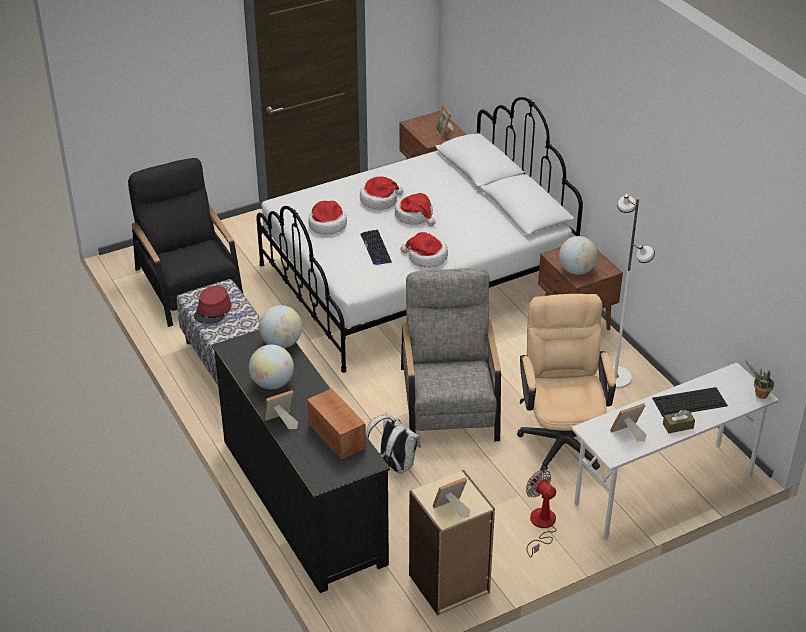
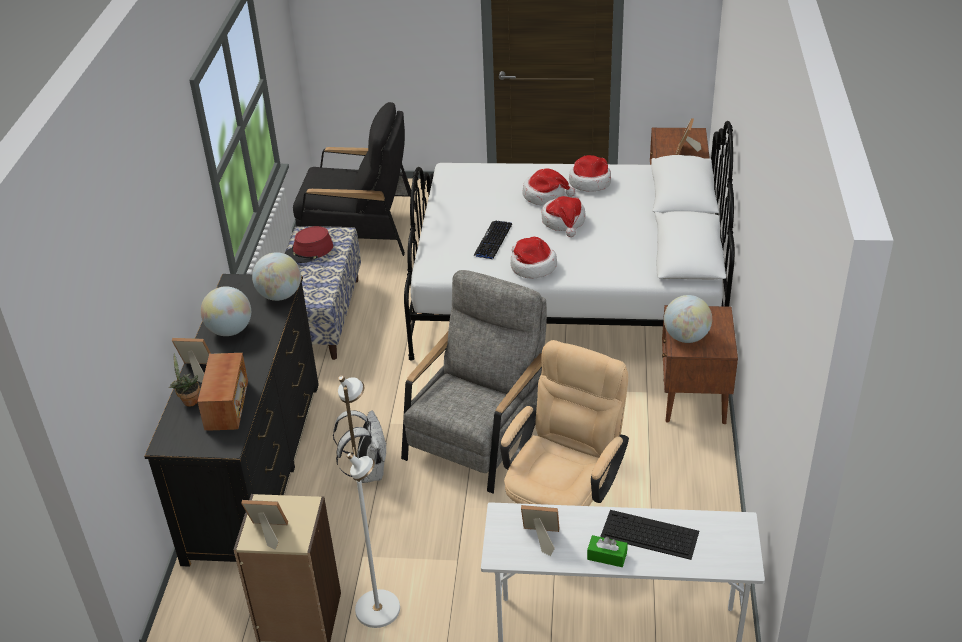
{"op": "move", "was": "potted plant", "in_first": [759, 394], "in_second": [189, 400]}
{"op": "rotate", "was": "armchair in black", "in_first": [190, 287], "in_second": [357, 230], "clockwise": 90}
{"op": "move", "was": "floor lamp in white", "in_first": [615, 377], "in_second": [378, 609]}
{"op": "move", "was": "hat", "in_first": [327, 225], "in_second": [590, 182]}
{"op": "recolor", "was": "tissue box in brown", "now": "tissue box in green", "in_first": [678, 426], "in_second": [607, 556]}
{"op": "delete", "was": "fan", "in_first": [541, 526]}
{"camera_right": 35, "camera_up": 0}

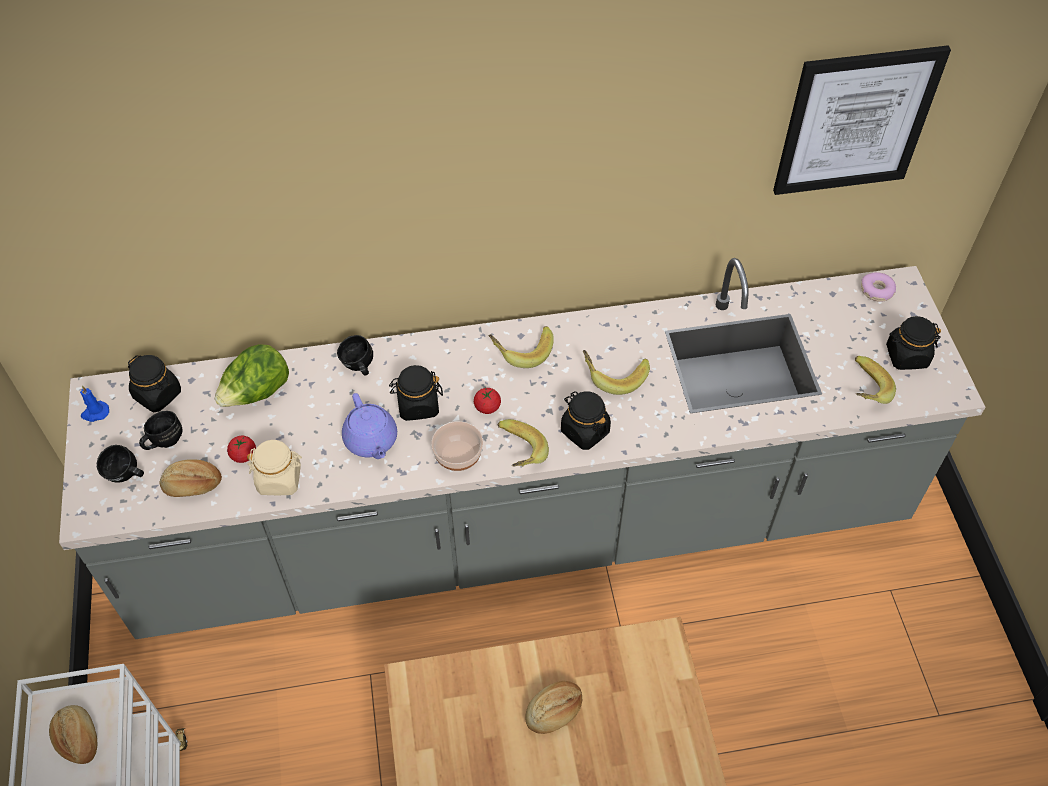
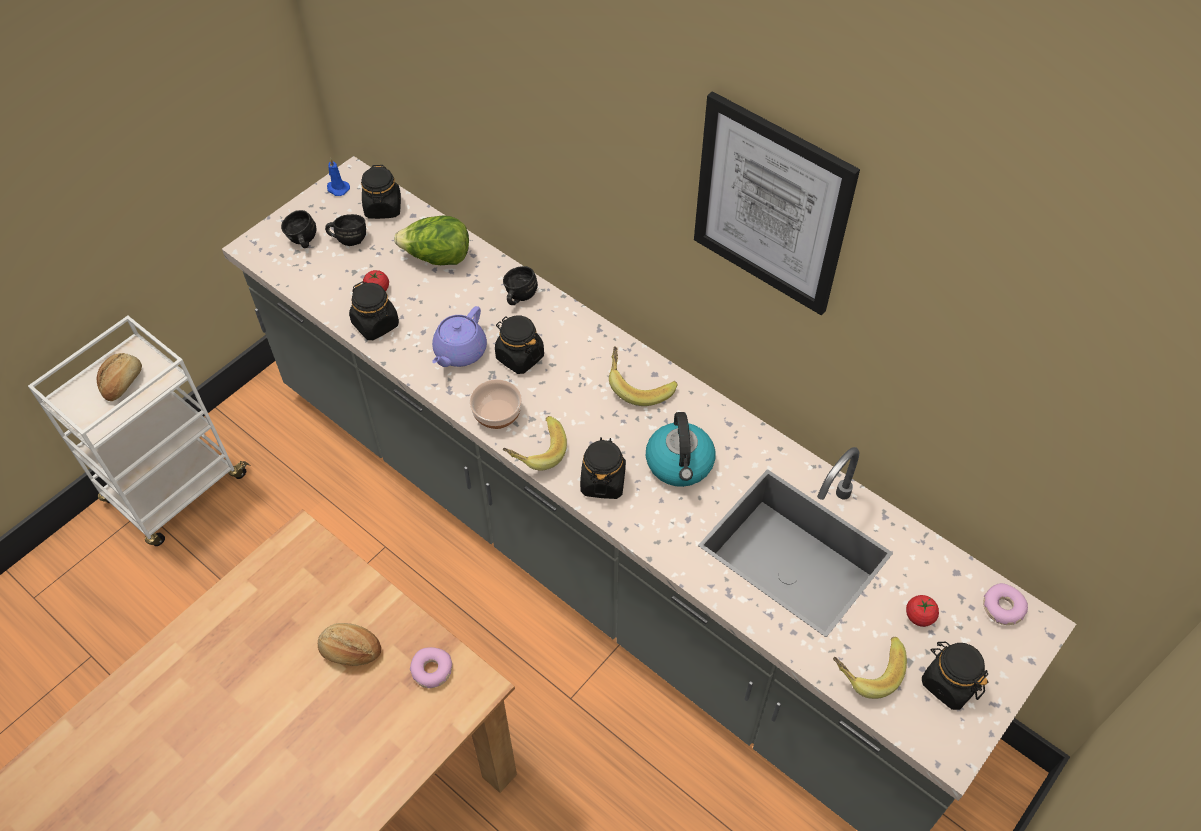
{"op": "recolor", "was": "jar in beige", "now": "jar in black", "in_first": [280, 479], "in_second": [376, 324]}
{"op": "insert", "now": "donut", "in_second": [432, 671]}
{"op": "replace", "was": "banana", "now": "kettle", "in_first": [613, 375], "in_second": [680, 464]}
{"op": "move", "was": "picture", "in_first": [856, 121], "in_second": [771, 205]}
{"op": "move", "was": "tomato", "in_first": [487, 407], "in_second": [919, 616]}
{"op": "delete", "was": "bread", "in_first": [192, 486]}
{"camera_right": 50, "camera_up": 0}

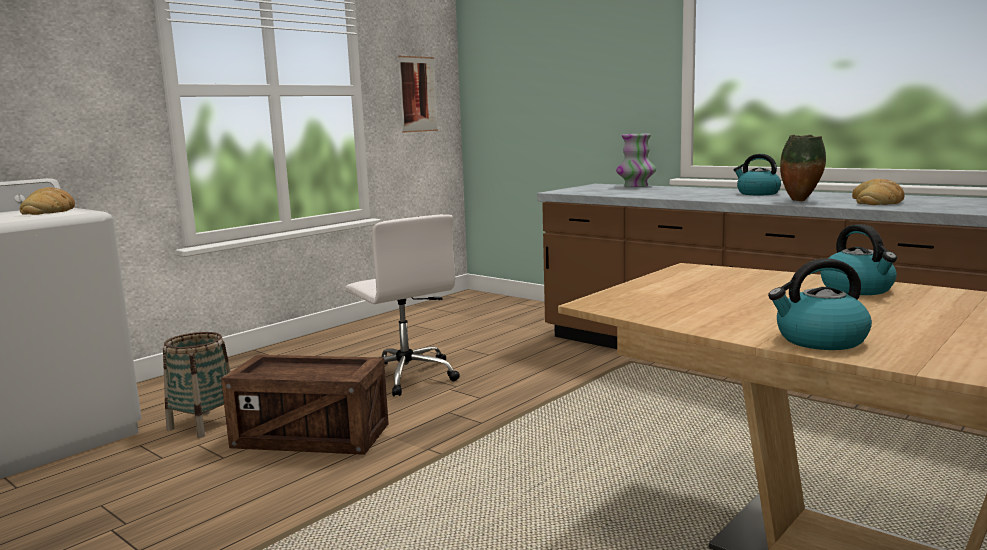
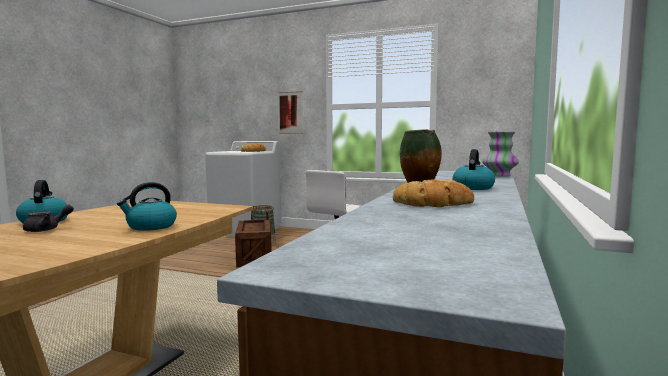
{"op": "insert", "now": "teapot in grey", "in_second": [47, 229]}
{"op": "move", "was": "picture", "in_first": [417, 94], "in_second": [290, 112]}
{"camera_right": 70, "camera_up": -5}

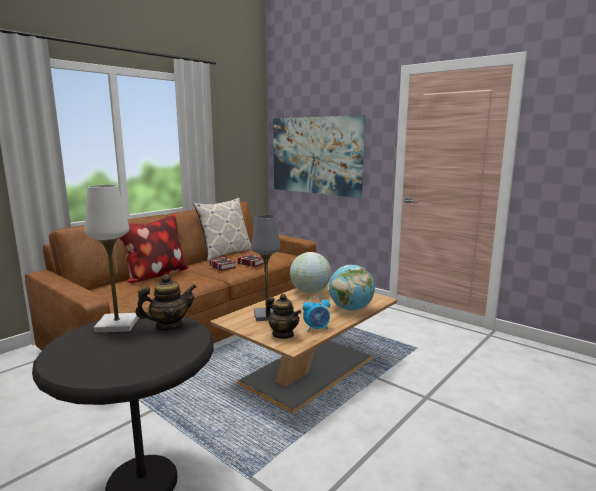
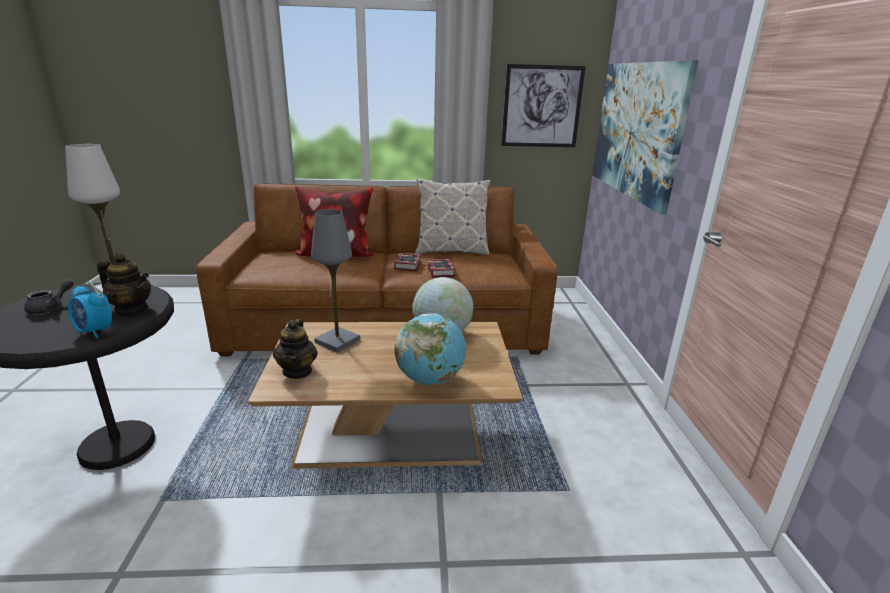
{"op": "insert", "now": "teapot in grey", "in_second": [51, 308]}
{"op": "move", "was": "alarm clock", "in_first": [317, 329], "in_second": [95, 332]}
{"op": "insert", "now": "picture", "in_second": [542, 106]}
{"camera_right": 45, "camera_up": 10}

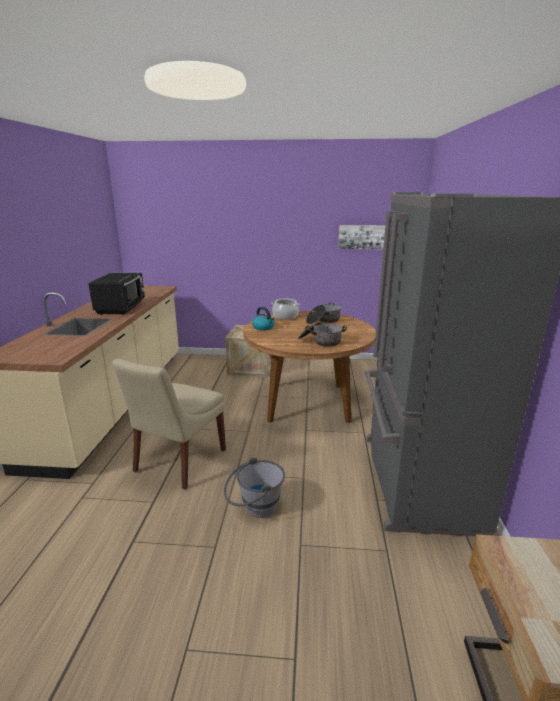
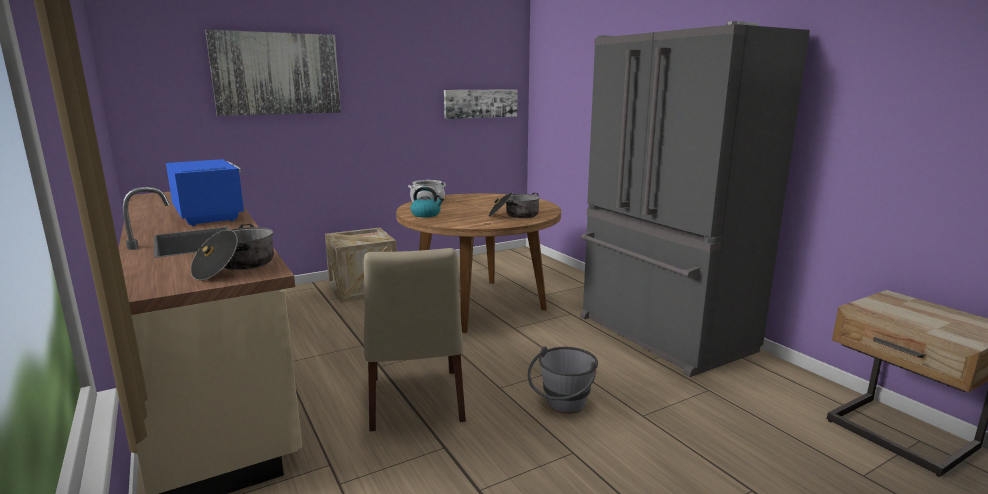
{"op": "recolor", "was": "microwave in black", "now": "microwave in blue", "in_first": [122, 308], "in_second": [209, 215]}
{"op": "move", "was": "cooking pot", "in_first": [323, 321], "in_second": [236, 267]}
{"op": "insert", "now": "picture", "in_second": [277, 74]}
{"camera_right": -35, "camera_up": -5}

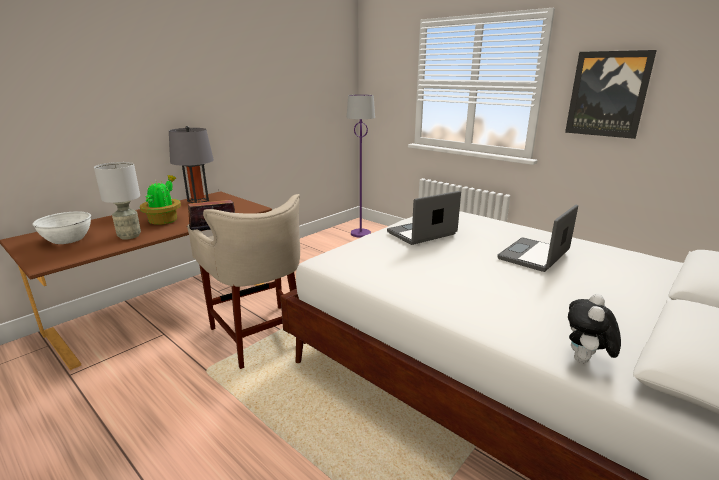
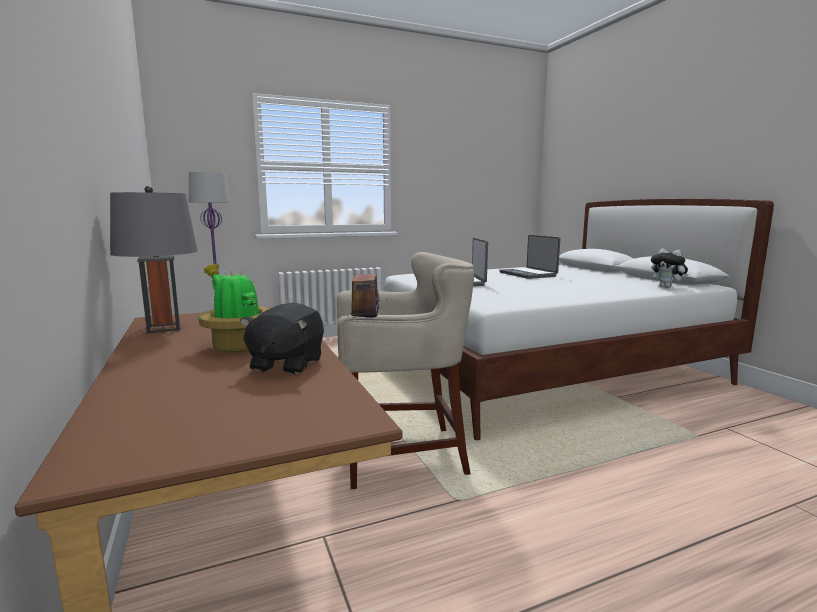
{"op": "replace", "was": "table lamp in grey", "now": "plush toy in black", "in_first": [129, 236], "in_second": [286, 364]}
{"op": "delete", "was": "bowl in white", "in_first": [68, 239]}
{"op": "delete", "was": "picture", "in_first": [607, 94]}
{"camera_right": -65, "camera_up": -10}

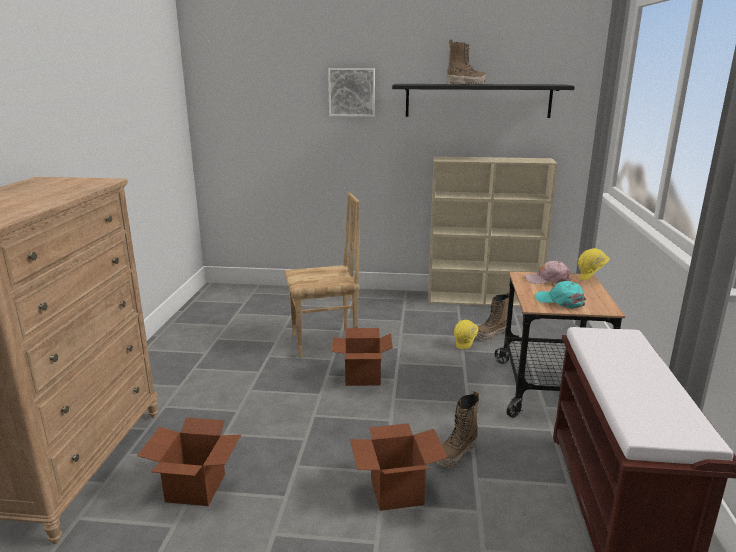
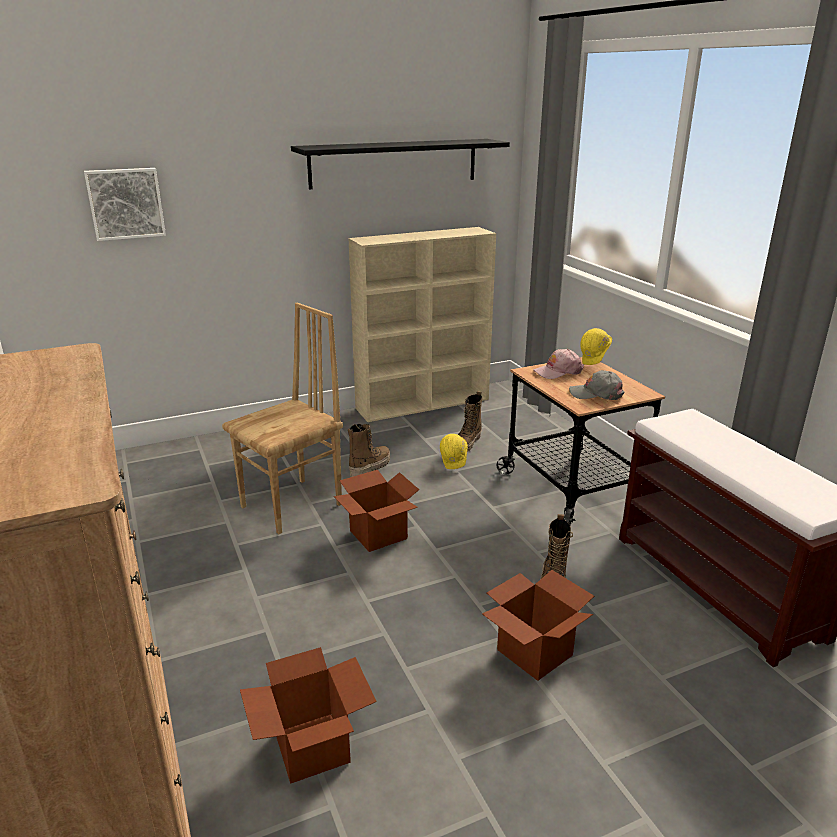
{"op": "move", "was": "picture", "in_first": [352, 92], "in_second": [125, 203]}
{"op": "move", "was": "boot", "in_first": [466, 84], "in_second": [369, 467]}
{"op": "recolor", "was": "cap in turquoise", "now": "cap in grey", "in_first": [560, 301], "in_second": [596, 393]}
{"camera_right": -30, "camera_up": 5}

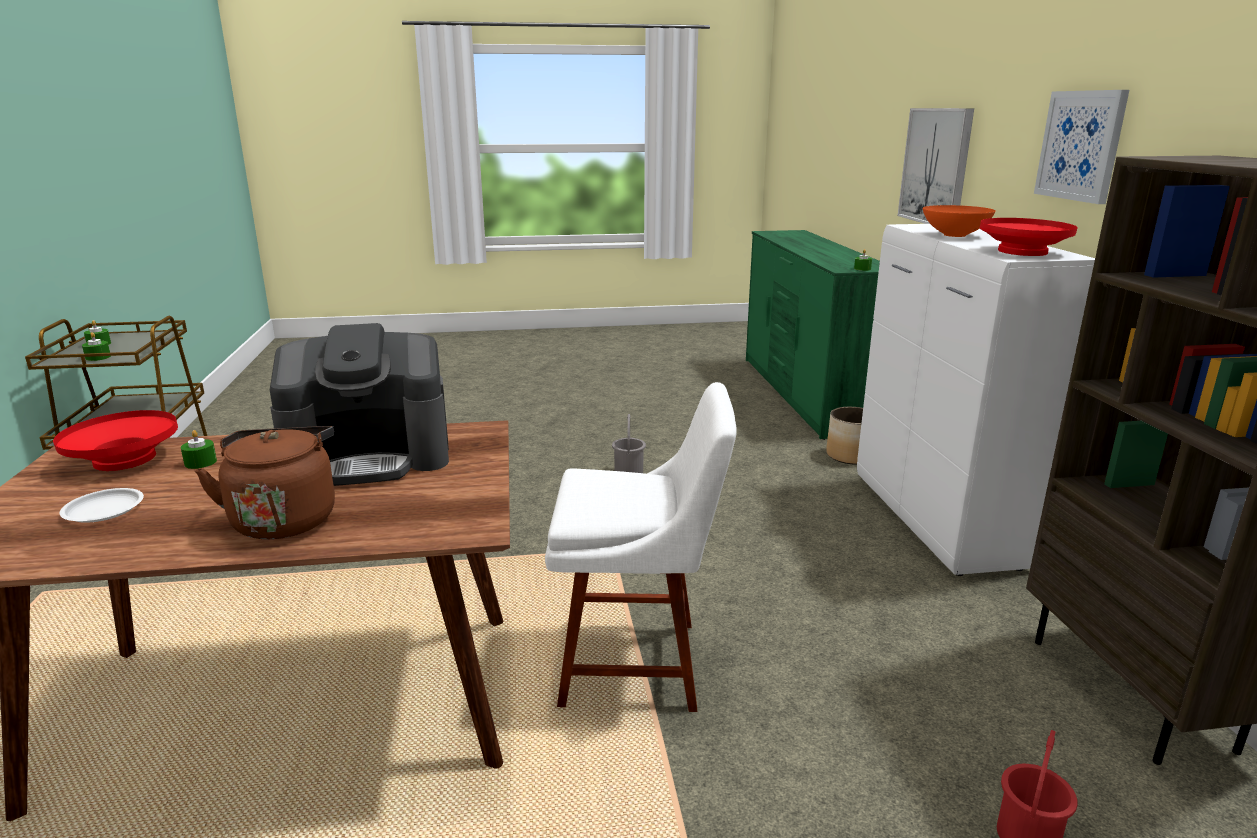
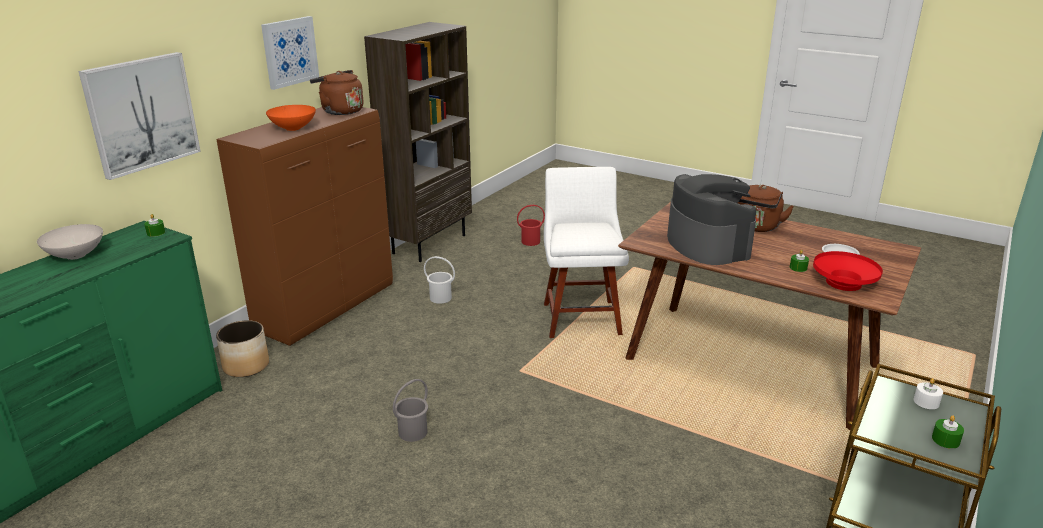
{"op": "insert", "now": "bowl in white", "in_second": [76, 256]}
{"op": "recolor", "was": "cabinet in white", "now": "cabinet in brown", "in_first": [936, 521], "in_second": [327, 308]}
{"op": "replace", "was": "bowl in red", "now": "kettle in brown", "in_first": [1023, 252], "in_second": [340, 111]}
{"op": "insert", "now": "bucket in white", "in_second": [440, 298]}
{"op": "rotate", "was": "chair in white", "in_first": [639, 663], "in_second": [581, 316], "clockwise": 45}
{"op": "rotate", "was": "coffee machine", "in_first": [370, 456], "in_second": [707, 244], "clockwise": 45}
{"op": "recolor", "was": "candle in green", "now": "candle in white", "in_first": [98, 357], "in_second": [926, 402]}
{"camera_right": -140, "camera_up": 5}

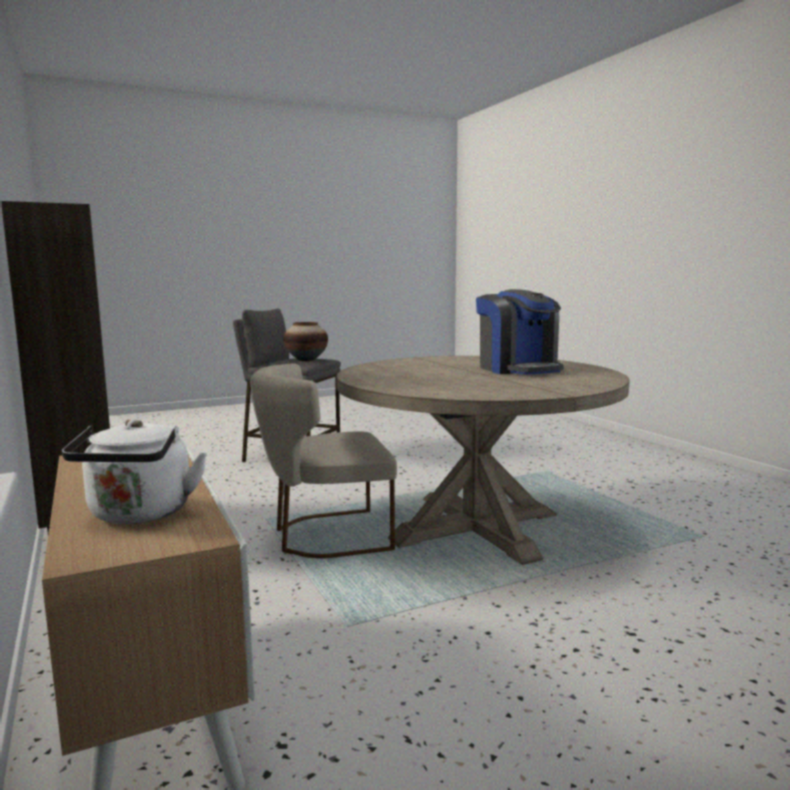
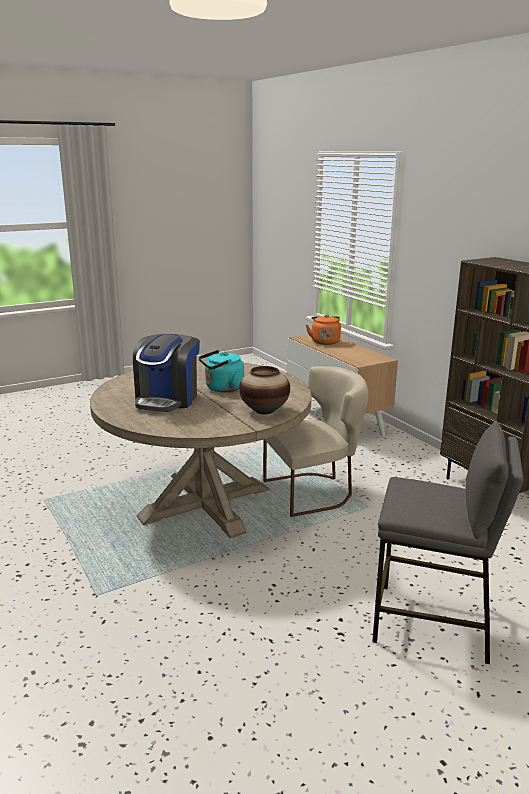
{"op": "rotate", "was": "coffee machine", "in_first": [518, 369], "in_second": [167, 399], "clockwise": -135}
{"op": "insert", "now": "kettle in turquoise", "in_second": [222, 388]}
{"op": "move", "was": "vase", "in_first": [306, 360], "in_second": [264, 411]}
{"op": "recolor", "was": "kettle in white", "now": "kettle in orange", "in_first": [139, 515], "in_second": [325, 341]}
{"camera_right": 175, "camera_up": 10}

